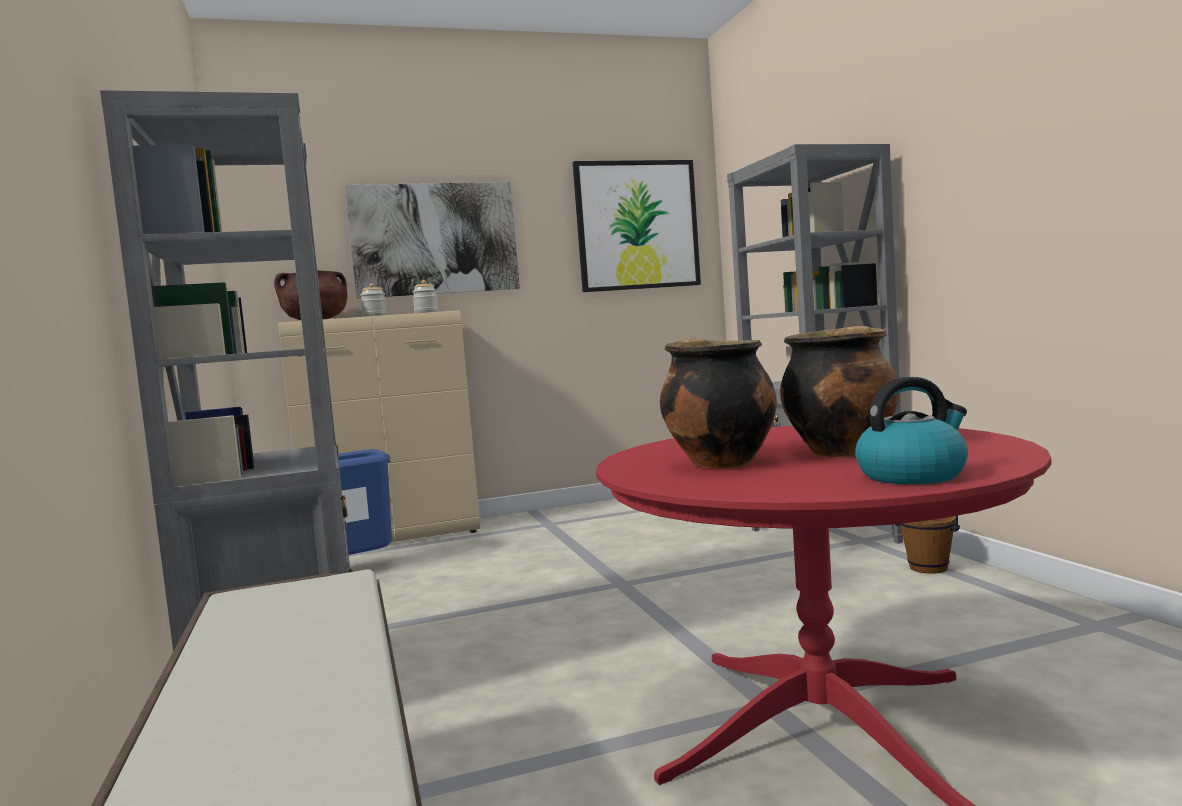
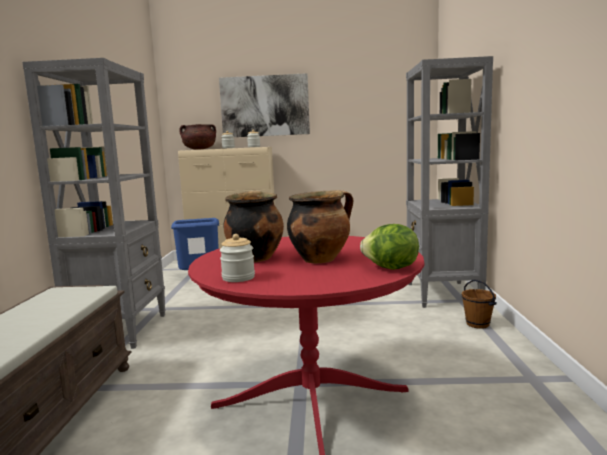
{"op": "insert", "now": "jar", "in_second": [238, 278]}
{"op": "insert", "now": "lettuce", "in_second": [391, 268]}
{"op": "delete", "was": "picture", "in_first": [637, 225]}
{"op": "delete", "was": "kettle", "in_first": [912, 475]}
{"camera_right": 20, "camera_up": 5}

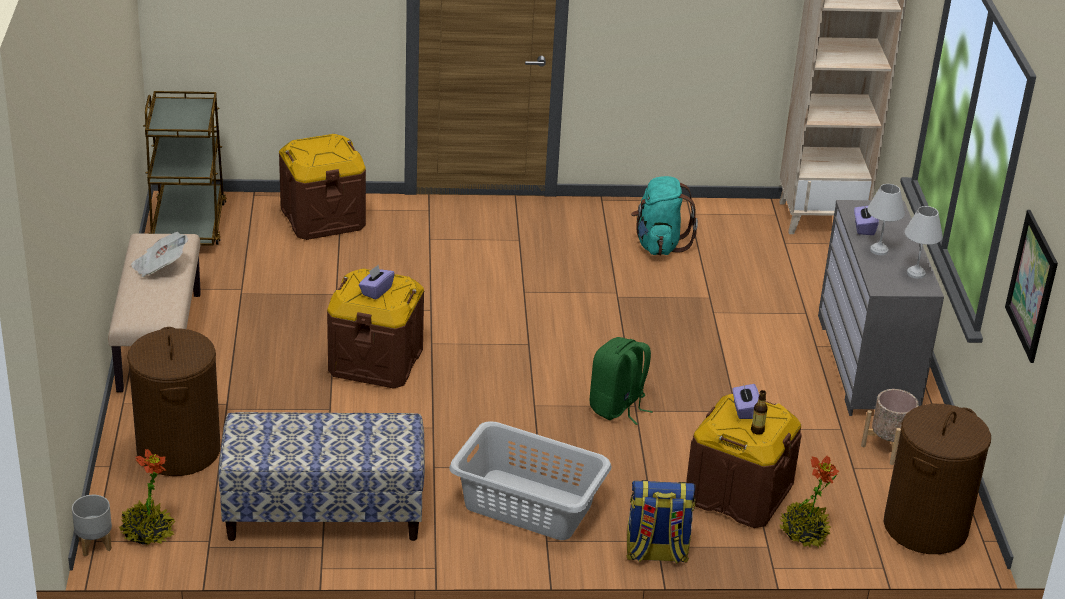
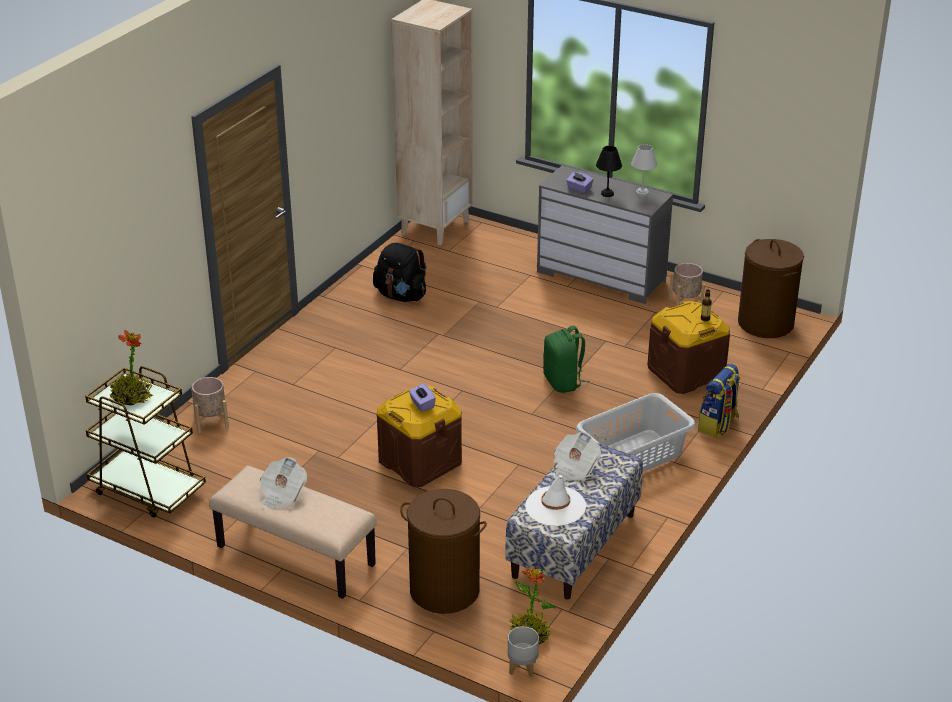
{"op": "move", "was": "potted plant", "in_first": [804, 533], "in_second": [131, 398]}
{"op": "replace", "was": "storage box in brown", "now": "planter in beige", "in_first": [322, 218], "in_second": [211, 422]}
{"op": "recolor", "was": "backpack in turquoise", "now": "backpack in black", "in_first": [659, 244], "in_second": [401, 296]}
{"op": "insert", "now": "hat in white", "in_second": [555, 506]}
{"op": "insert", "now": "newspaper", "in_second": [574, 468]}
{"op": "recolor", "was": "table lamp in white", "now": "table lamp in black", "in_first": [878, 250], "in_second": [607, 194]}
{"op": "delete", "was": "tissue box in purple", "in_first": [744, 410]}
{"op": "delete", "was": "picture", "in_first": [1032, 286]}
{"camera_right": -55, "camera_up": 0}

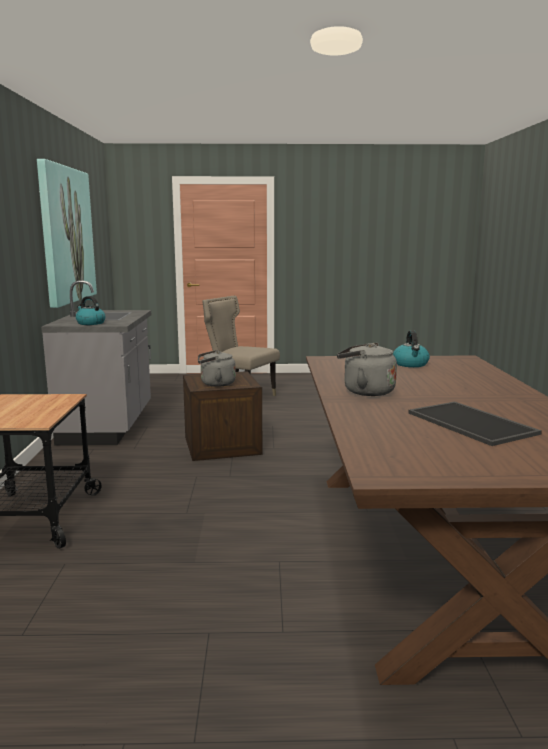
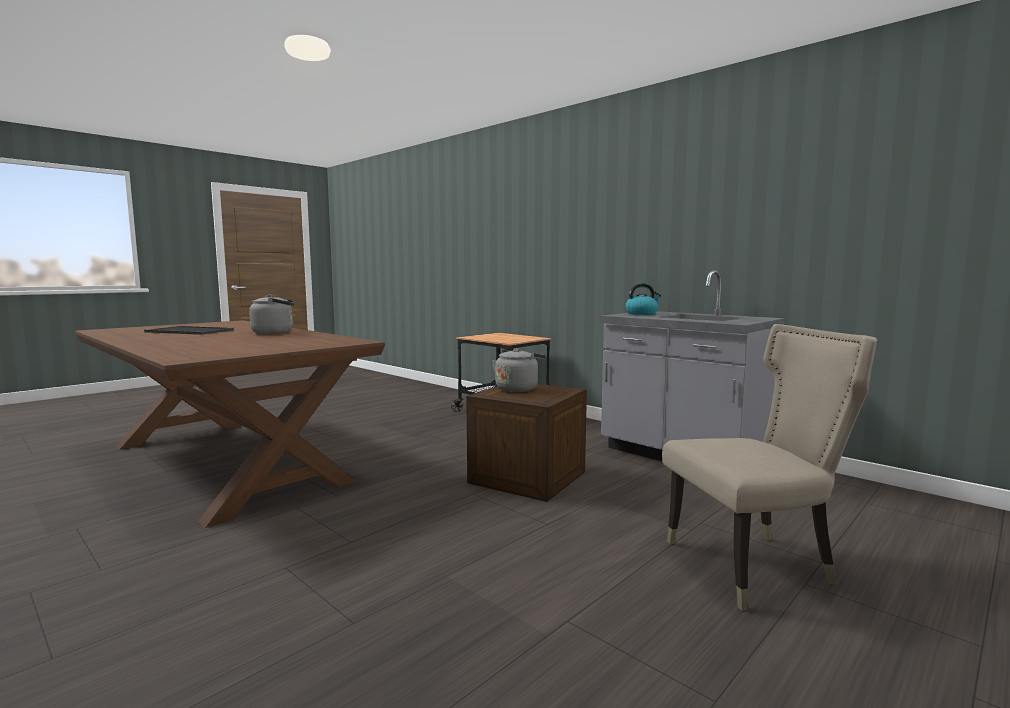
{"op": "delete", "was": "picture", "in_first": [66, 235]}
{"op": "delete", "was": "kettle", "in_first": [411, 364]}
{"camera_right": 135, "camera_up": -5}

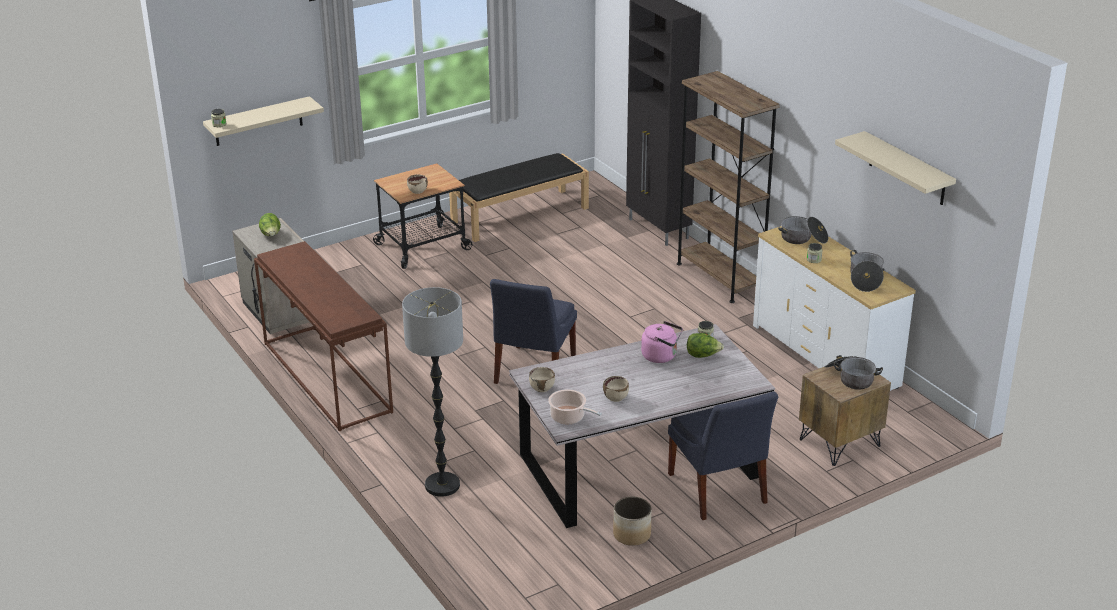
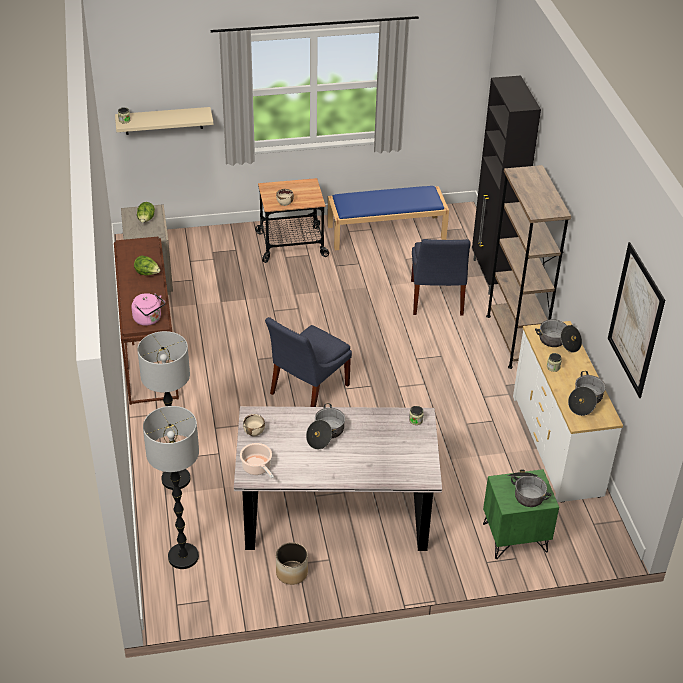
{"op": "move", "was": "kettle in pink", "in_first": [661, 356], "in_second": [149, 319]}
{"op": "move", "was": "lettuce", "in_first": [703, 355], "in_second": [147, 273]}
{"op": "insert", "now": "floor lamp", "in_second": [183, 557]}
{"op": "insert", "now": "cooking pot", "in_second": [325, 434]}
{"op": "recolor", "was": "bench in black", "now": "bench in blue", "in_first": [520, 214], "in_second": [387, 232]}
{"op": "move", "was": "chair in blue", "in_first": [718, 491], "in_second": [436, 299]}
{"op": "recolor", "was": "nightstand in brown", "now": "nightstand in green", "in_first": [840, 443], "in_second": [515, 538]}
{"op": "replace", "was": "shelf in beige", "now": "picture", "in_first": [907, 169], "in_second": [635, 320]}
{"op": "delete", "was": "bowl in beige", "in_first": [616, 397]}
{"camera_right": 20, "camera_up": 10}

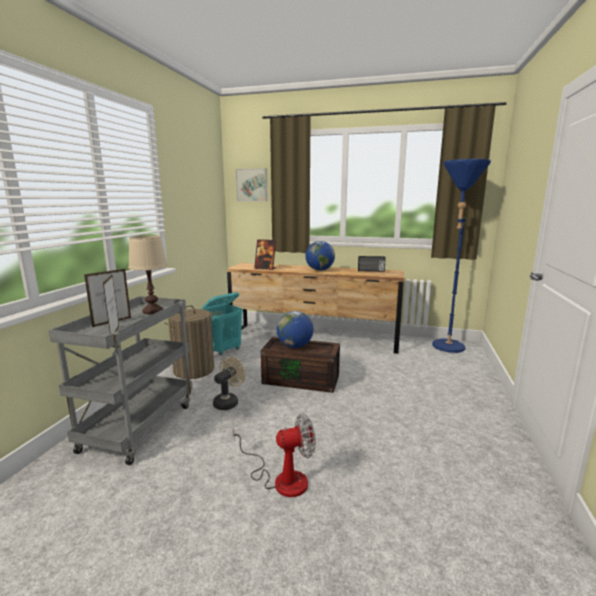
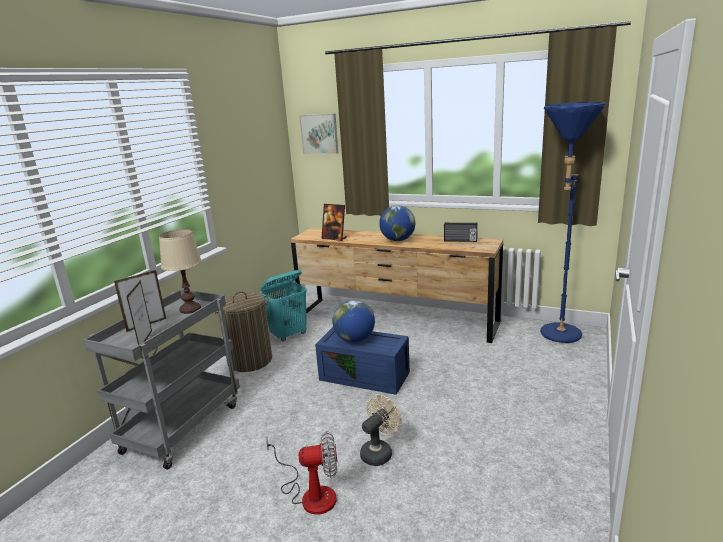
{"op": "recolor", "was": "storage box in brown", "now": "storage box in blue", "in_first": [302, 379], "in_second": [366, 376]}
{"op": "move", "was": "fan in beige", "in_first": [228, 402], "in_second": [379, 452]}
{"camera_right": 10, "camera_up": 5}

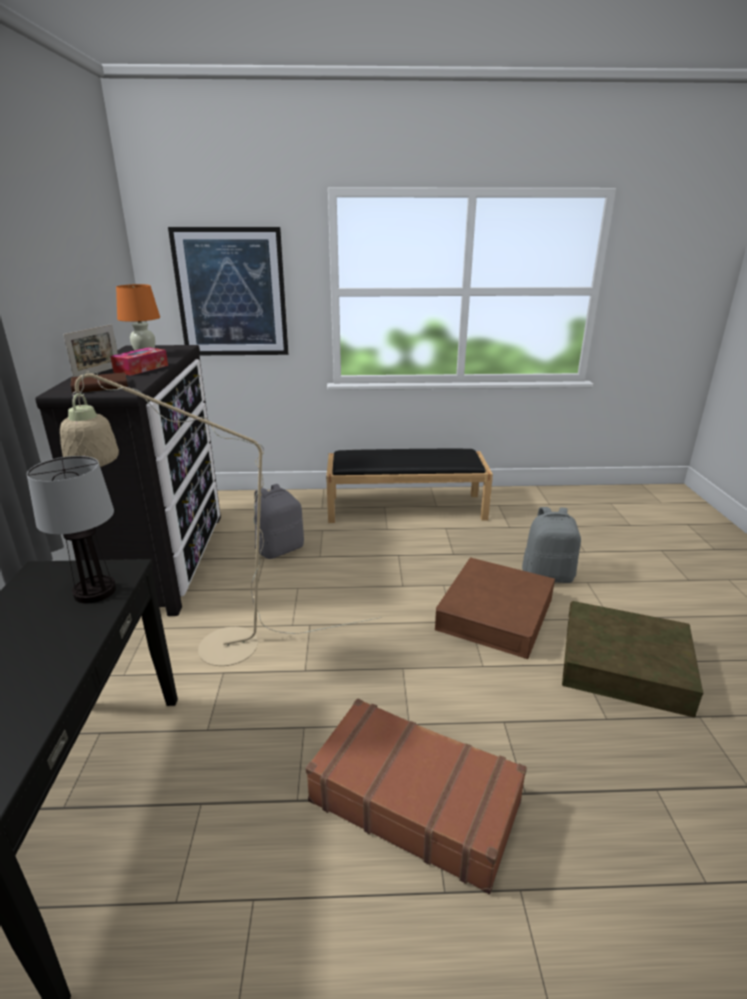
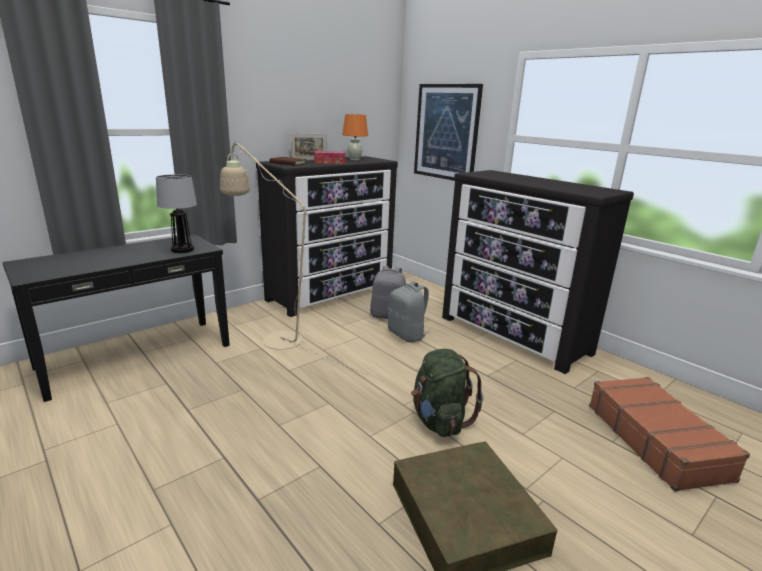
{"op": "move", "was": "backpack in grey", "in_first": [548, 575], "in_second": [407, 335]}
{"op": "replace", "was": "storage box in brown", "now": "backpack in green", "in_first": [495, 614], "in_second": [439, 421]}
{"op": "replace", "was": "bench in black", "now": "dresser", "in_first": [407, 507], "in_second": [513, 335]}
{"op": "move", "was": "suitcase in brown", "in_first": [414, 800], "in_second": [656, 440]}
{"camera_right": 50, "camera_up": -5}

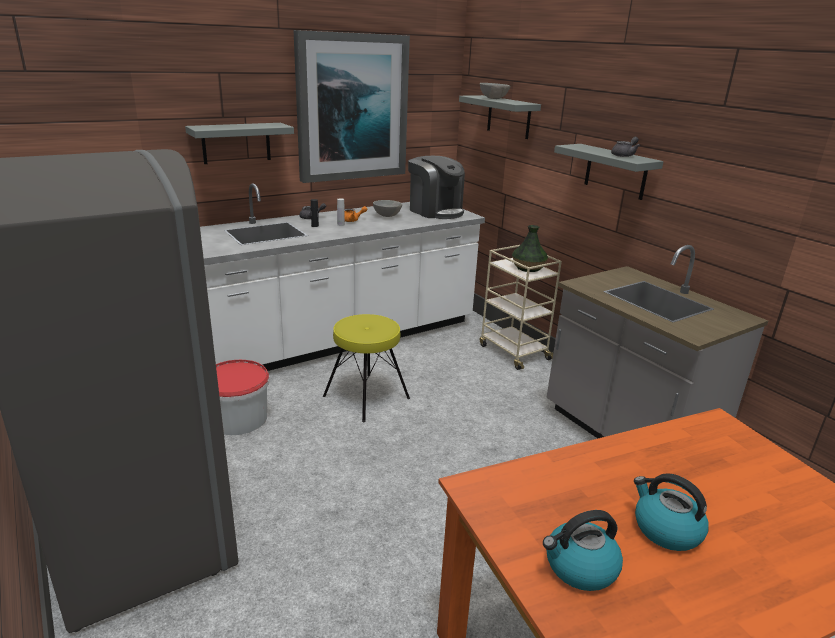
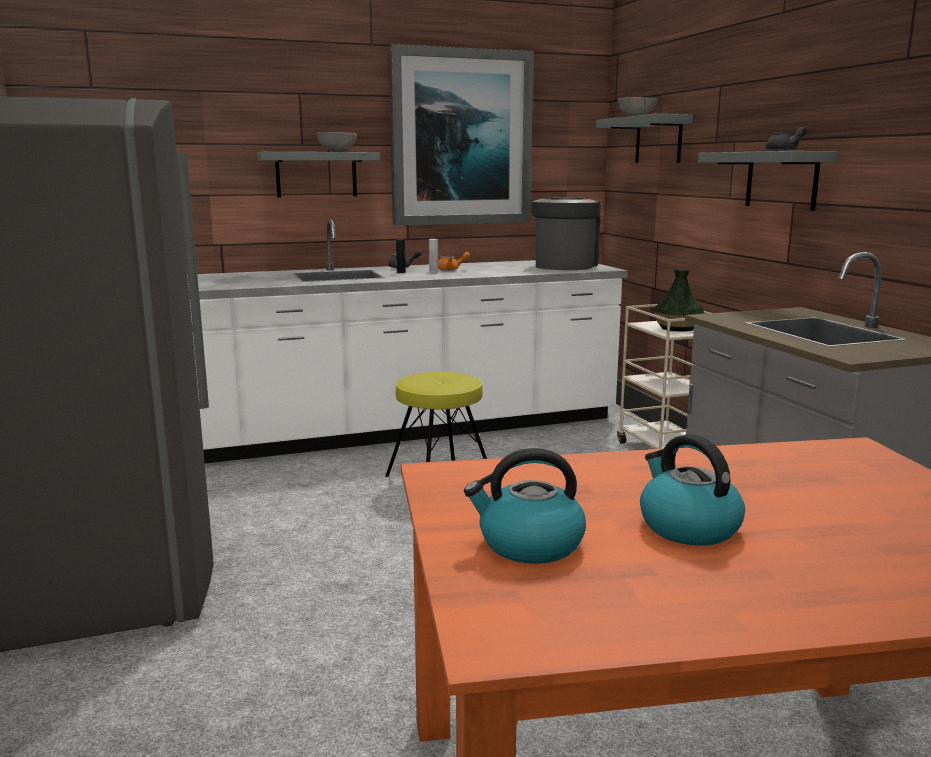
{"op": "move", "was": "bowl in grey", "in_first": [387, 216], "in_second": [337, 151]}
{"op": "rotate", "was": "coffee machine", "in_first": [435, 211], "in_second": [565, 265], "clockwise": -135}
{"op": "delete", "was": "bucket", "in_first": [238, 418]}
{"camera_right": 15, "camera_up": -10}

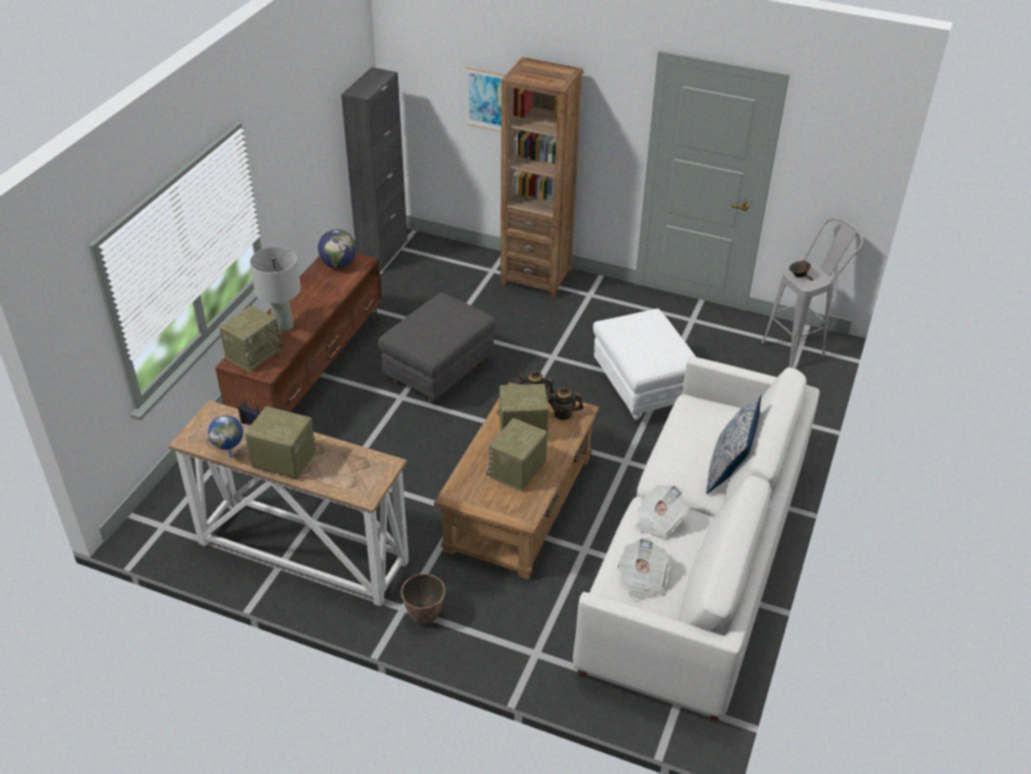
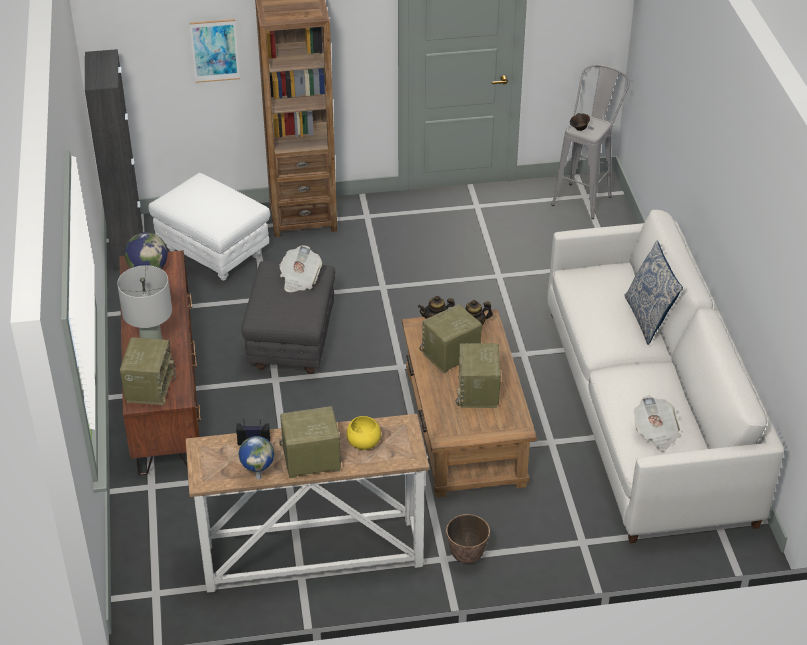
{"op": "move", "was": "ottoman in white", "in_first": [643, 390], "in_second": [214, 253]}
{"op": "move", "was": "newspaper", "in_first": [658, 521], "in_second": [299, 279]}
{"op": "insert", "now": "bowl in yellow", "in_second": [363, 442]}
{"camera_right": -30, "camera_up": 0}

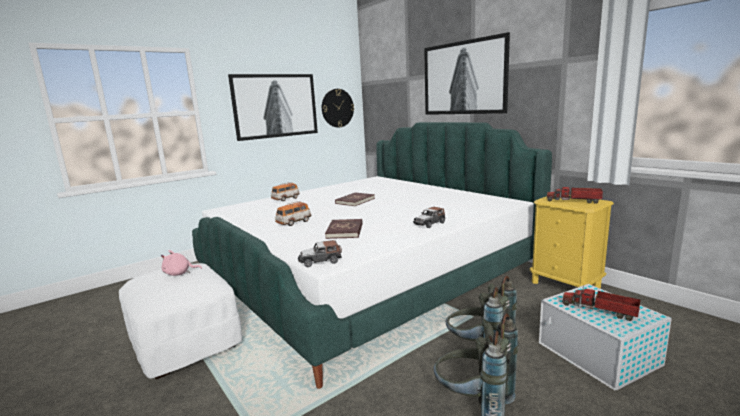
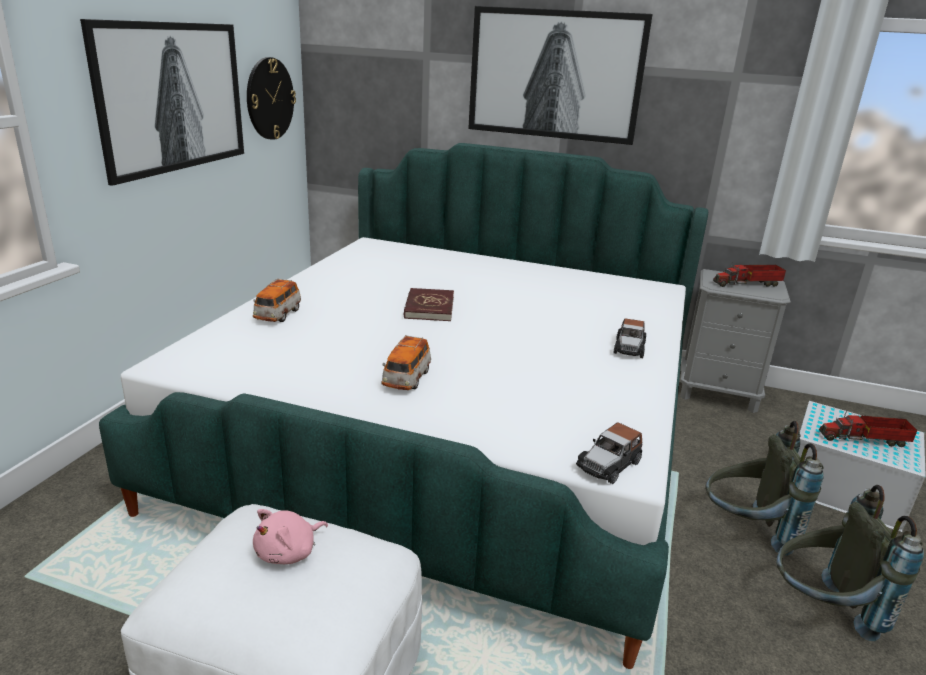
{"op": "recolor", "was": "nightstand in yellow", "now": "nightstand in grey", "in_first": [566, 284], "in_second": [718, 393]}
{"op": "delete", "was": "book in red", "in_first": [345, 231]}
{"camera_right": -35, "camera_up": 10}

